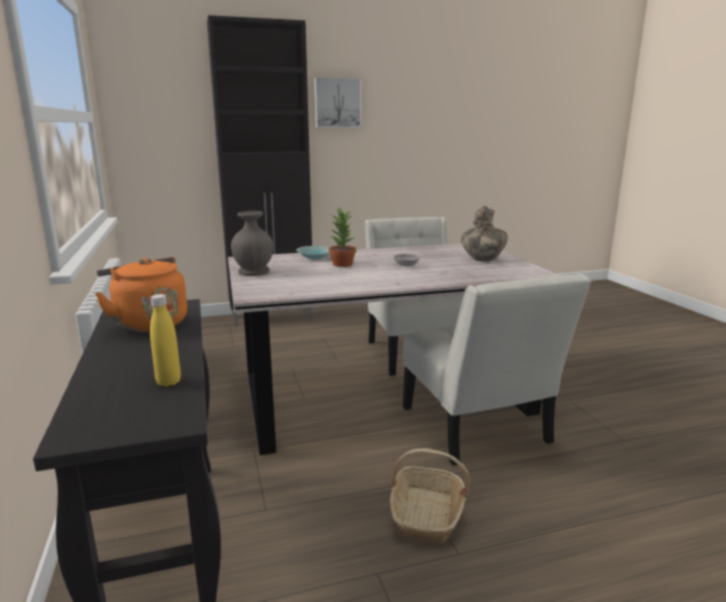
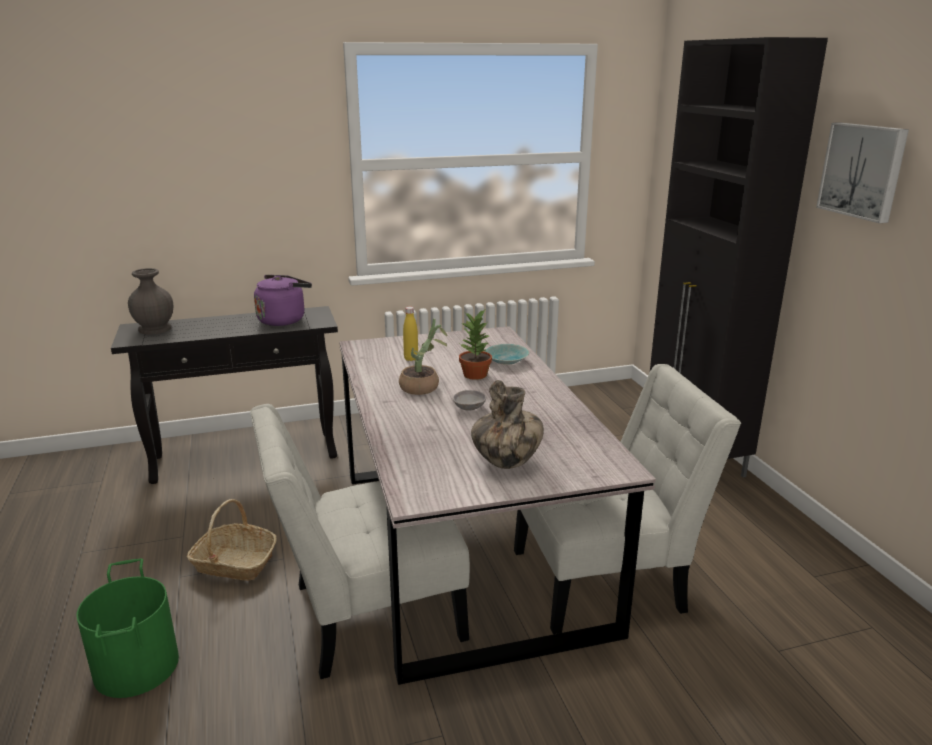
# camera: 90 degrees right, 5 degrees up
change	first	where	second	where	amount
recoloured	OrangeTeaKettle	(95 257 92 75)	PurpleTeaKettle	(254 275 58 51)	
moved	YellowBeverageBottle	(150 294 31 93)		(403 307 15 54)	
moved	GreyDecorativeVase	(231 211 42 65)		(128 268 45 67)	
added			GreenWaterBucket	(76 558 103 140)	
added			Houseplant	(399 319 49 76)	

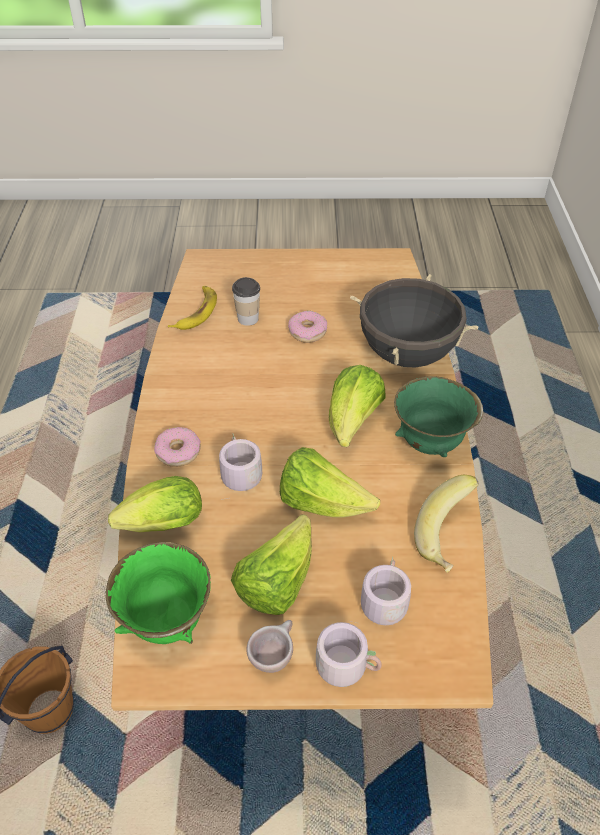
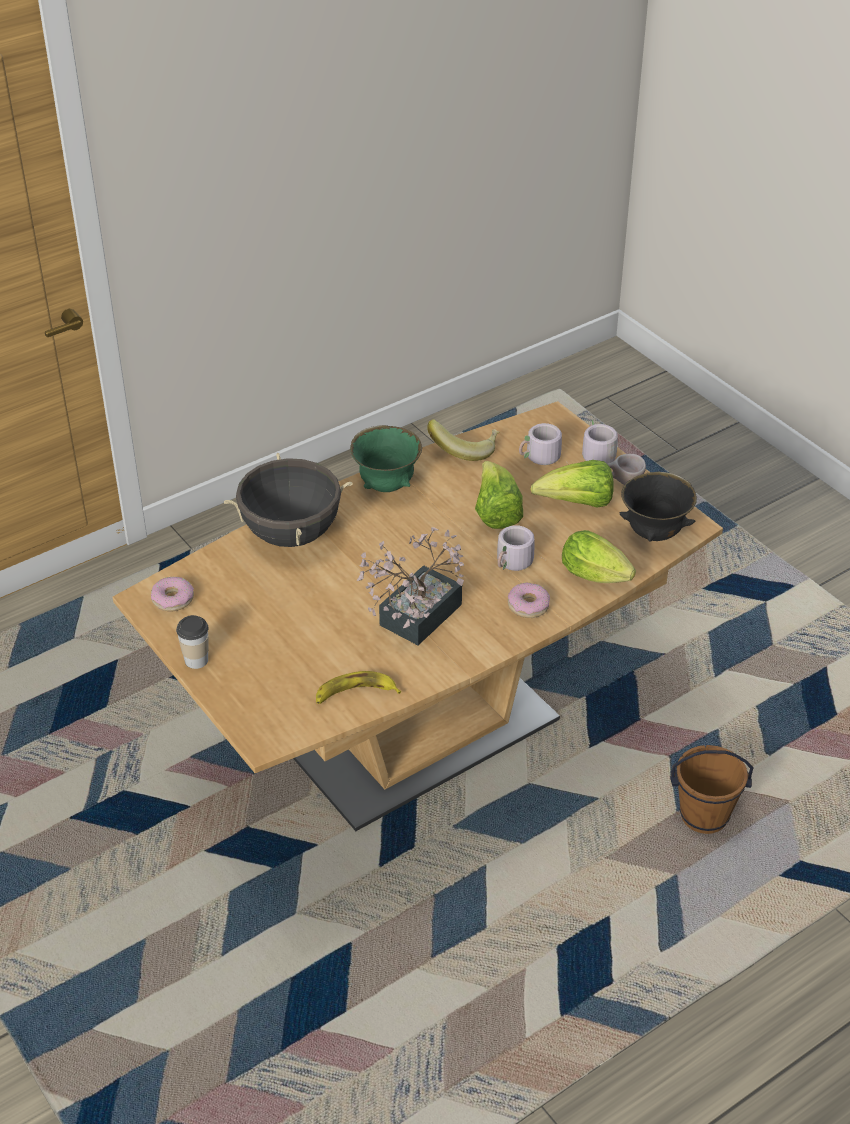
# camera: 125 degrees left, 5 degrees down
change	first	where	second	where	amount
recoloured	GreenDeepDish	(105 542 106 102)	BlackishDeepDish	(620 472 77 70)	
moved	DrinkingCup	(232 277 28 49)		(176 615 32 54)	
moved	Donut	(288 311 39 32)		(151 576 43 35)	
removed	HeadOfLettuce	(329 365 57 82)			
added			Houseplant	(357 527 107 118)	

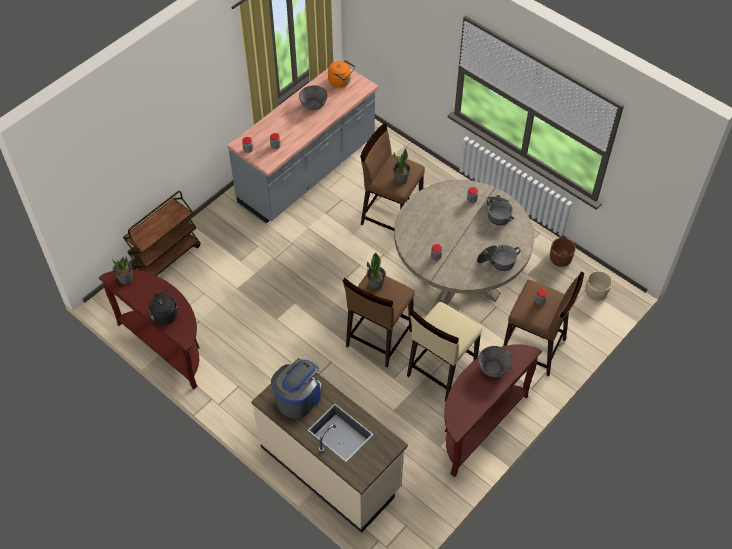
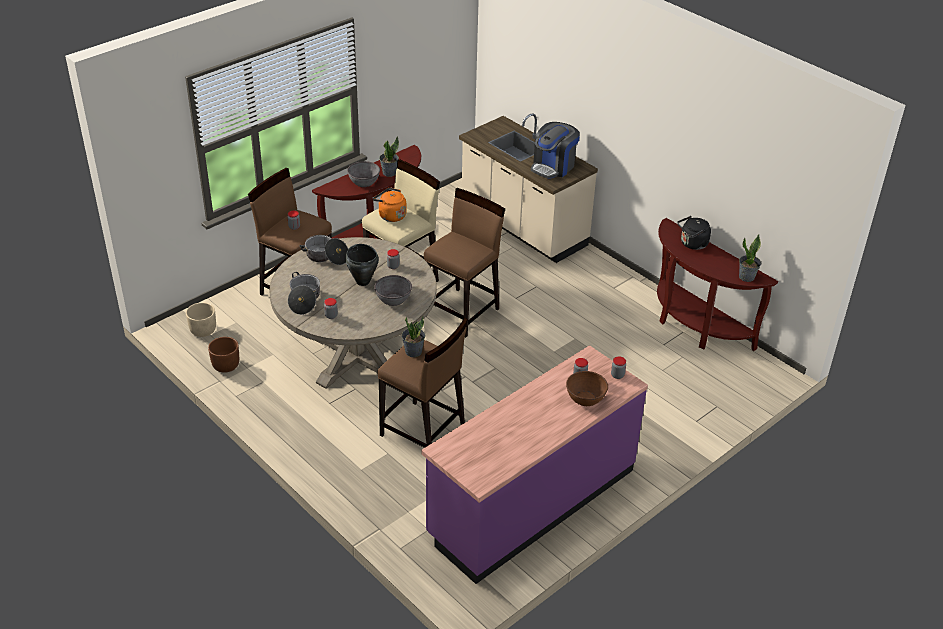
# camera: 175 degrees left, 15 degrees down
change	first	where	second	where	amount
removed	BrownColouredCart	(123 191 78 85)			
recoloured	GreyCounter	(227 68 151 155)	PurpleCounter	(421 345 227 239)	
moved	GreyDeepDish	(299 85 29 25)		(374 275 38 31)	
moved	OrangeTeaKettle	(328 60 27 28)		(373 187 34 35)	
moved	Houseplant	(367 253 19 37)		(379 137 20 40)	
added			BlackishSaucepot	(345 244 34 42)	
added			BrownColouredDeepDish	(566 371 42 35)	

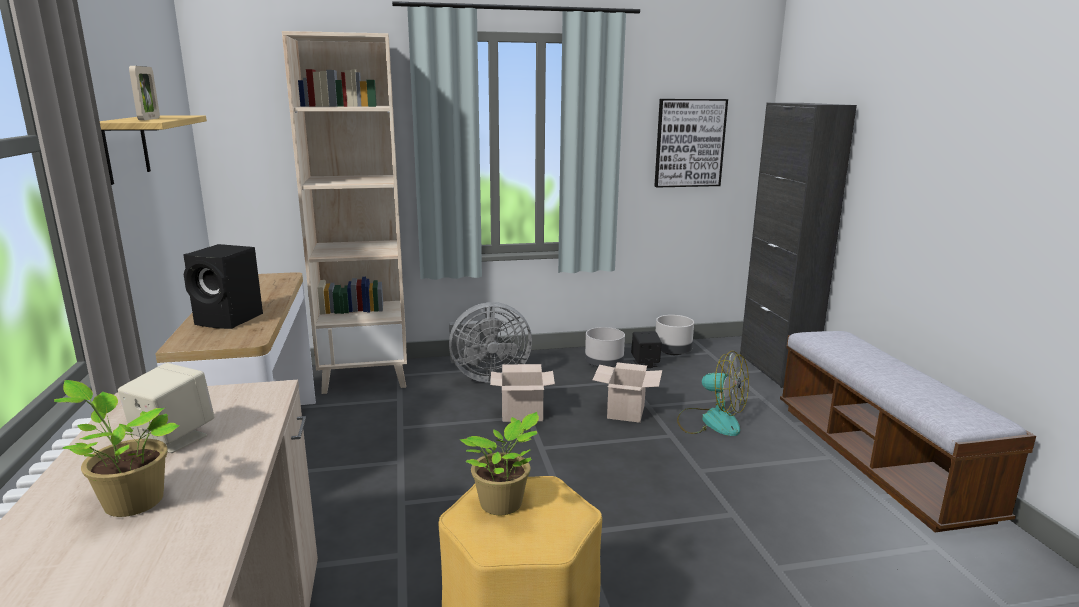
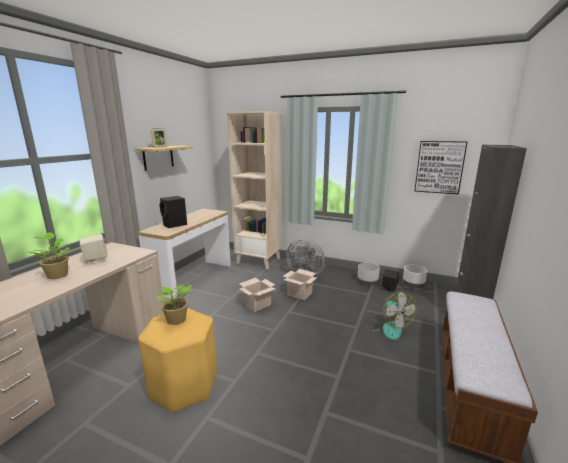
# camera: 35 degrees right, 0 degrees up
change	first	where	second	where	amount
moved	Carton	(593 362 69 61)		(239 278 36 34)	

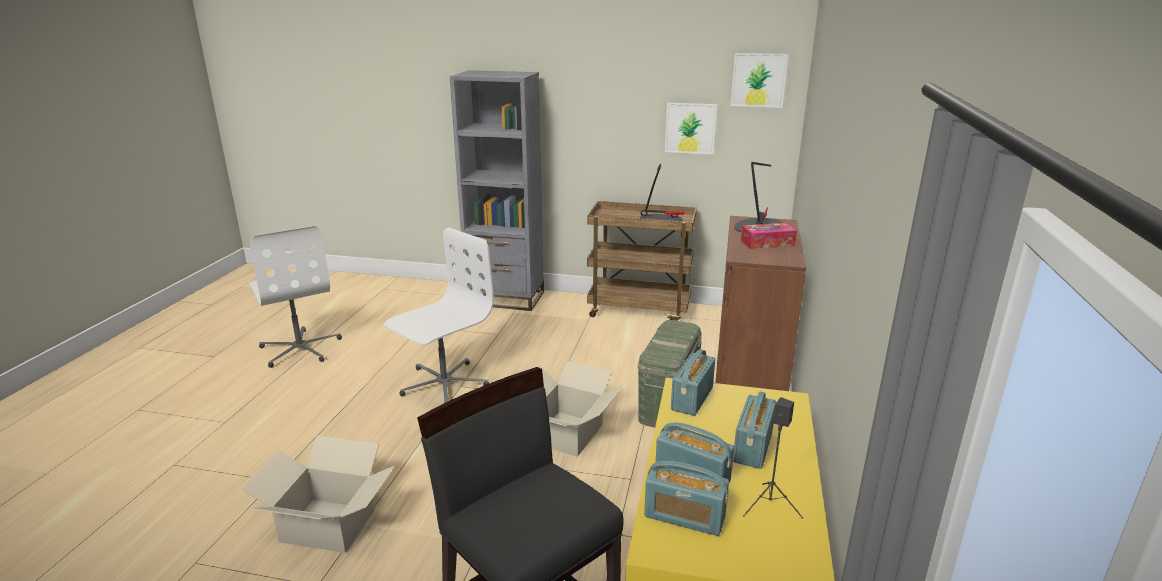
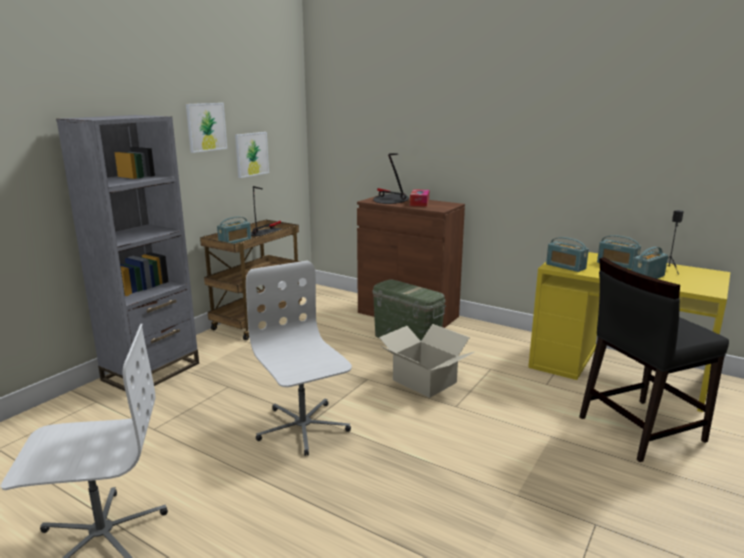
# camera: 70 degrees left, 5 degrees down
change	first	where	second	where	amount
removed	Carton	(241 435 154 118)			
moved	RadioReceiver	(644 461 85 75)		(217 216 34 28)	
moved	WallArt	(731 53 57 55)		(186 103 41 50)	

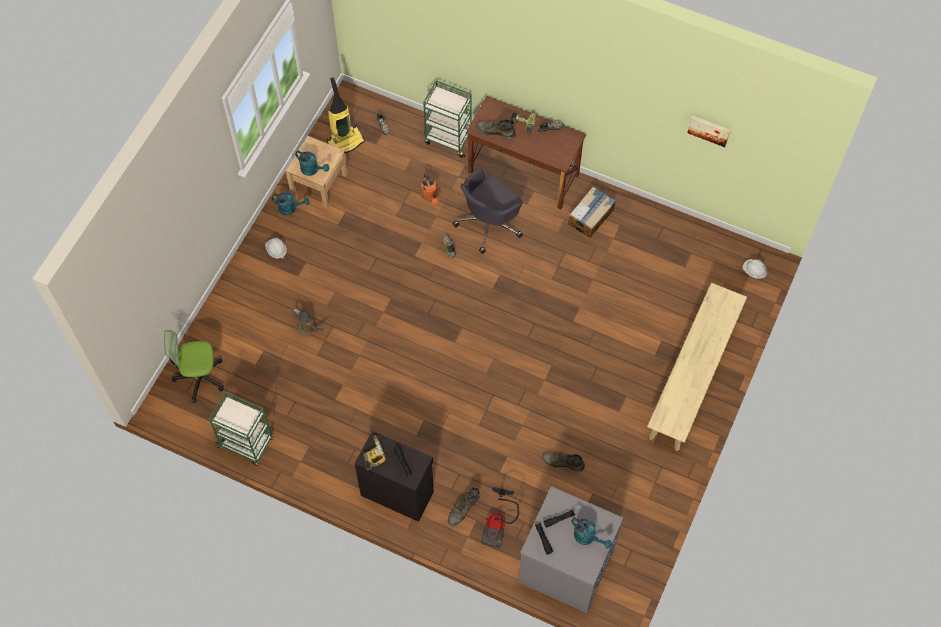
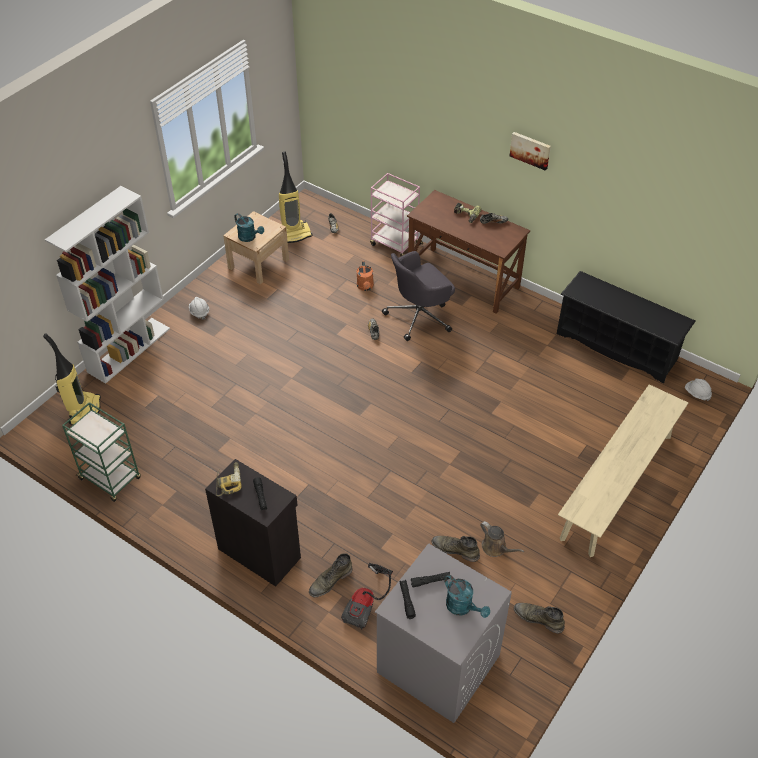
# camera: 10 degrees right, 15 degrees down
change	first	where	second	where	amount
replaced	OfficeChair	(164 330 60 73)	Vacuum	(43 333 58 92)	
removed	TurquoiseWateringCan	(272 192 38 23)			
moved	BrownColouredWateringCan	(292 308 35 27)		(480 521 44 36)	
recoloured	GreenCart	(423 80 49 78)	PinkColouredCart	(370 173 53 83)	
moved	GreenBoot	(476 119 40 21)		(514 603 51 30)	
removed	Carton	(568 186 48 52)			
moved	WallArt	(688 115 42 32)		(510 132 41 39)	
added			WhiteBookcase	(45 186 125 198)	
added			BlackishShoeRack	(557 271 139 112)	

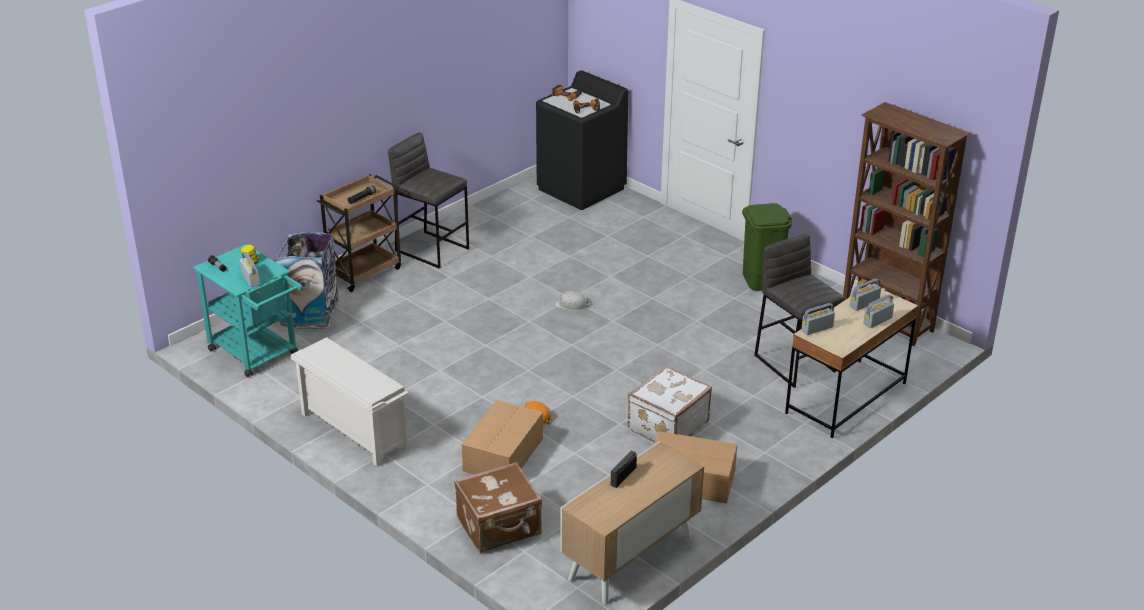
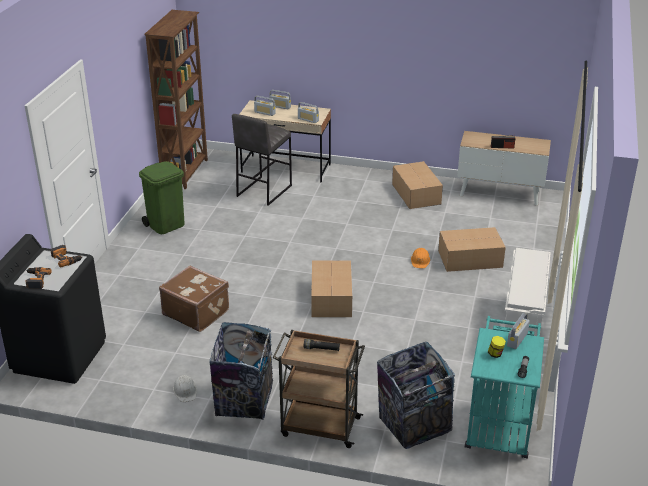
# camera: 120 degrees left, 0 degrees up
change	first	where	second	where	amount
replaced	GreyStoolSeat	(388 133 81 136)	WasteBin	(209 322 64 98)	
moved	BrownColouredPieceOfLuggage	(454 462 88 91)		(159 266 70 66)	
moved	WhiteSafetyHelmet	(555 291 34 20)		(173 375 24 27)	
removed	WhitePieceOfLuggage	(628 365 84 77)			
added			Carton	(311 261 41 56)	

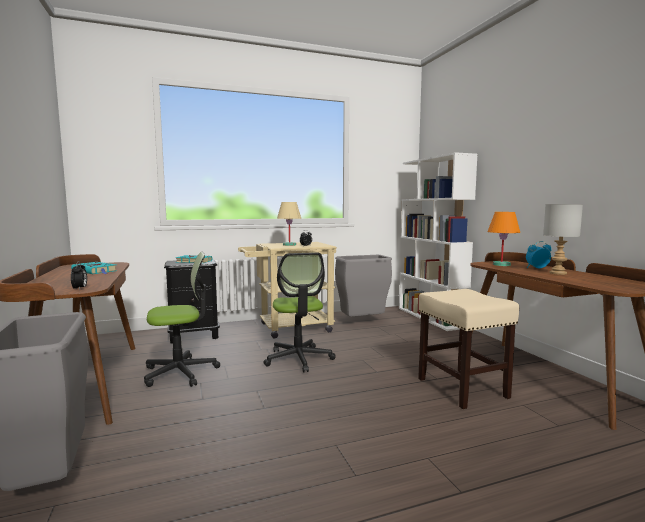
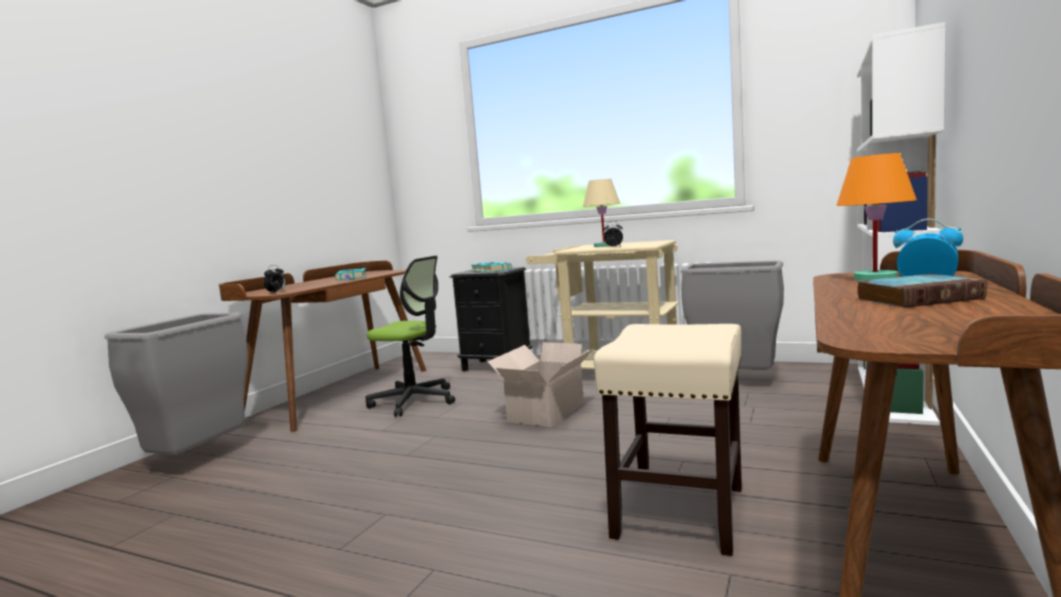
# camera: 45 degrees right, 0 degrees up
change	first	where	second	where	amount
replaced	OfficeChair	(263 252 73 120)	Carton	(488 342 106 85)	
replaced	GreyLampForATable	(543 204 40 71)	BoundBook	(856 274 131 34)	

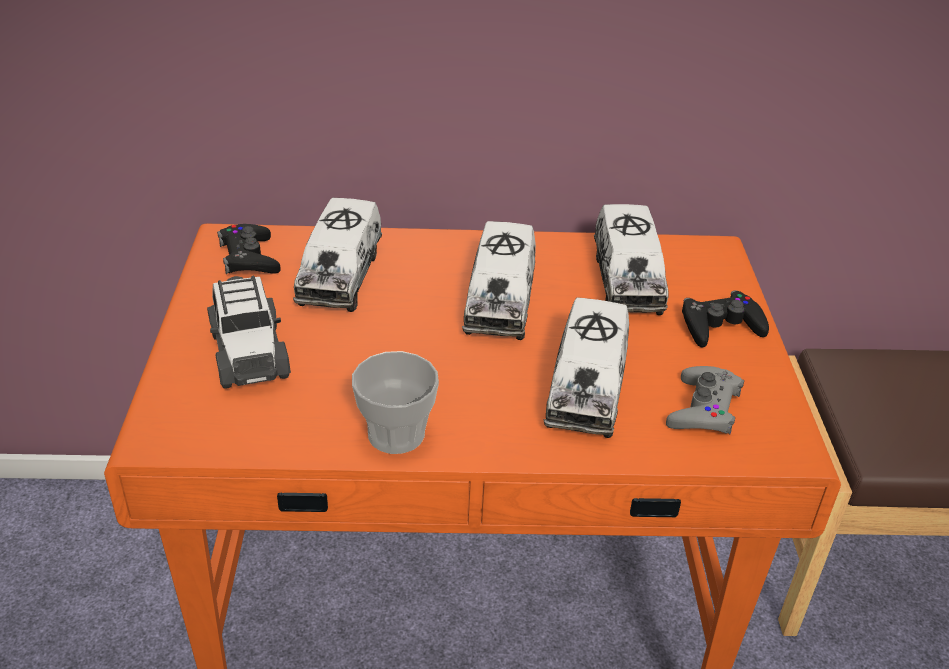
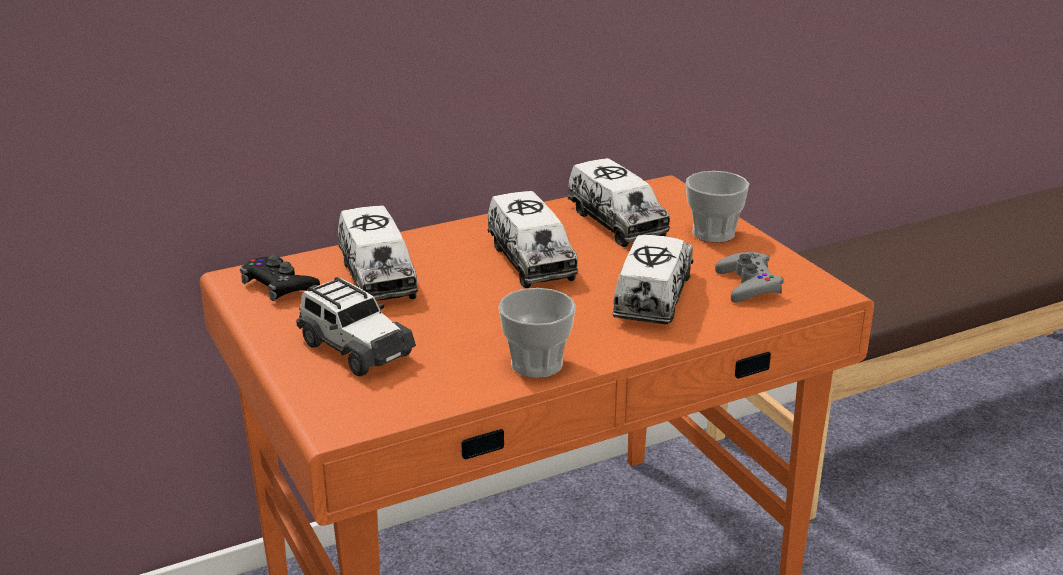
# camera: 25 degrees left, 10 degrees down
change	first	where	second	where	amount
turned	ToyTruck	(543 297 86 141)		(612 235 82 89)	150 degrees counterclockwise
replaced	BlackishJoypad	(682 290 87 57)	DrinkingCup	(686 171 63 72)	

